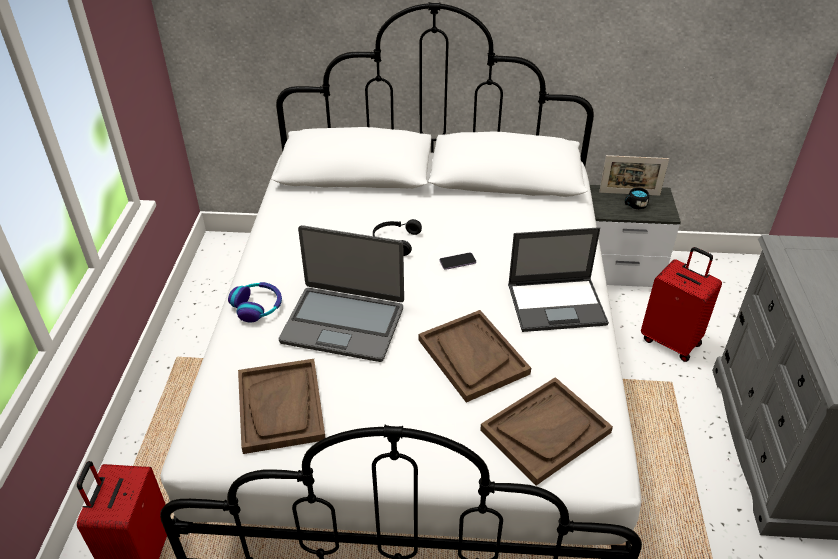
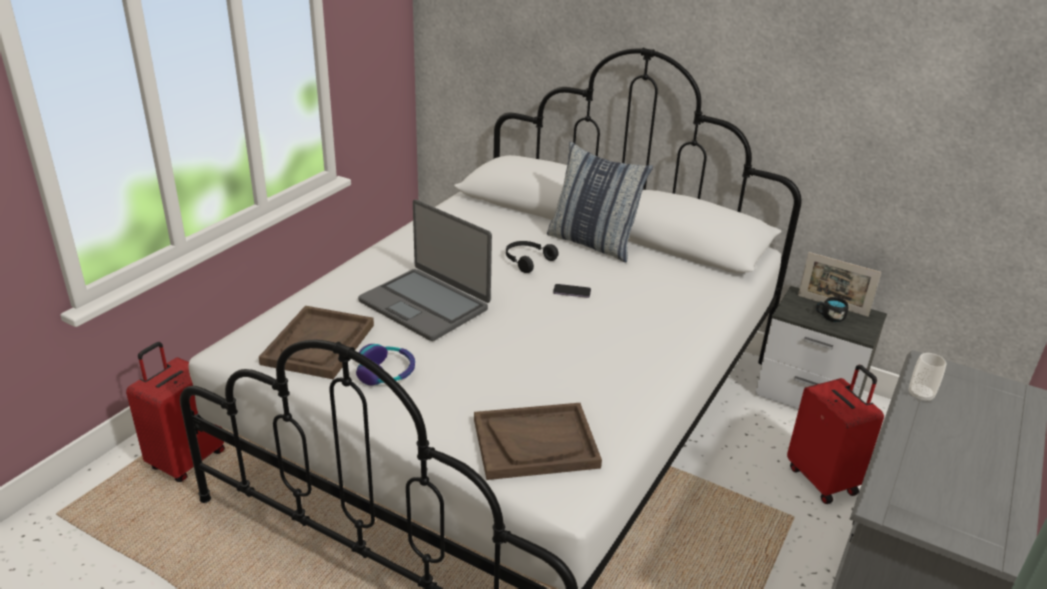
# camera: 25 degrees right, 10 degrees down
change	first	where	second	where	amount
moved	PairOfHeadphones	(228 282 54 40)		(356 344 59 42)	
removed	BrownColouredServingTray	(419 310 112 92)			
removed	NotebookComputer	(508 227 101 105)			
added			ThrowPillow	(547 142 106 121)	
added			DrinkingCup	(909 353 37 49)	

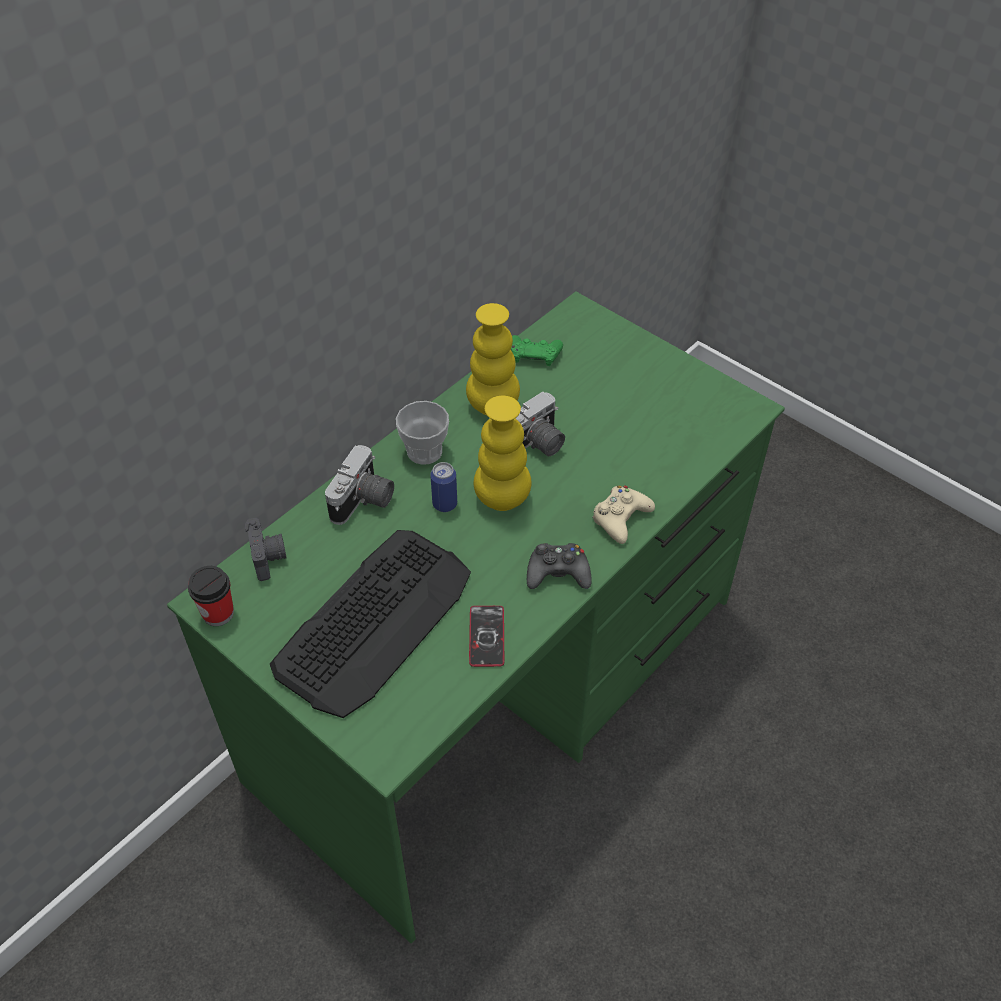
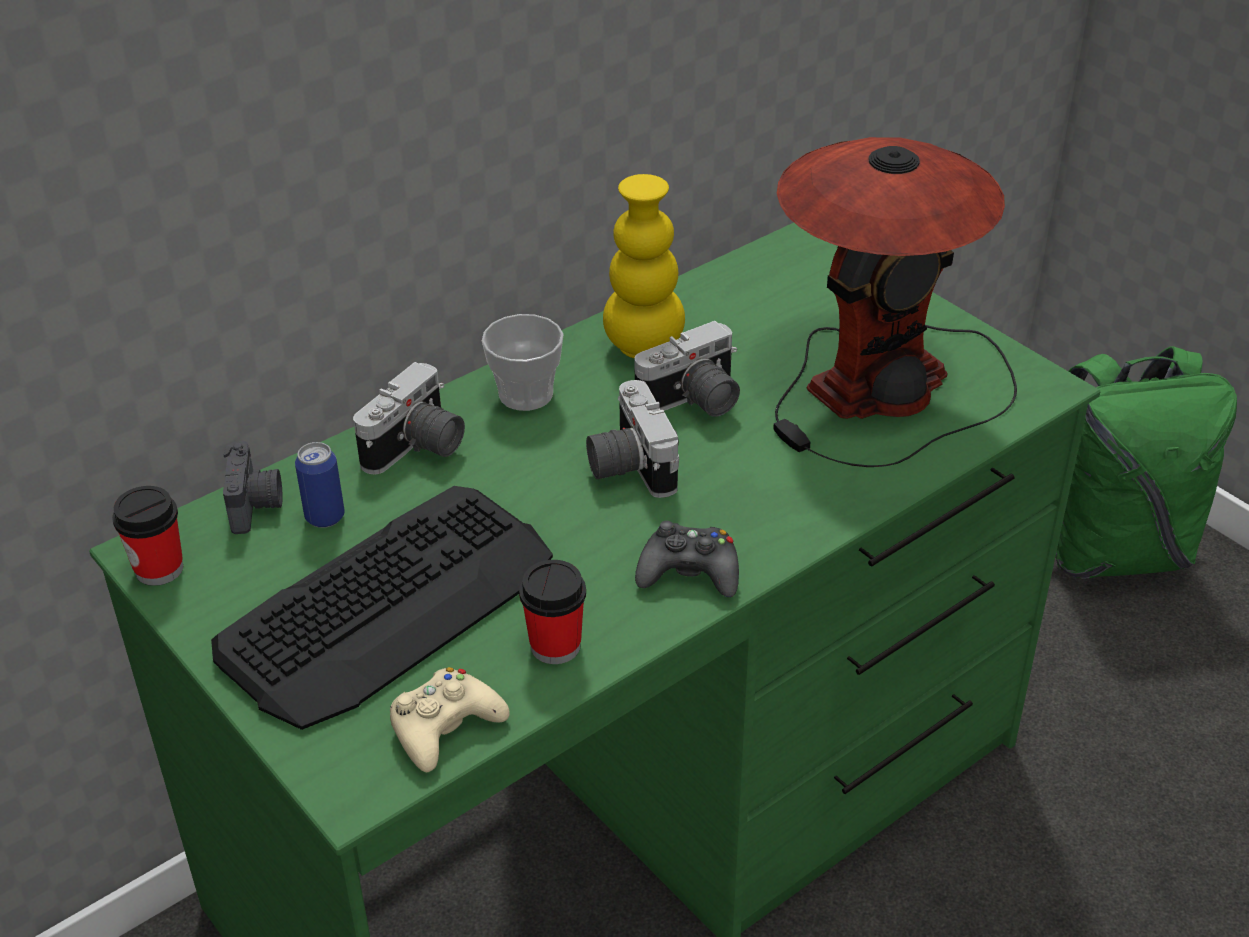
# camera: 10 degrees right, 10 degrees down
change	first	where	second	where	amount
moved	MetalCan	(430 462 27 50)		(295 442 50 86)	
replaced	Phone	(469 606 35 61)	DrinkingCup	(519 560 67 104)	
replaced	YellowDecorativeVase	(474 396 57 115)	StillCamera	(586 380 93 118)	
removed	GreenJoypad	(510 335 53 31)			
moved	SandColouredJoypad	(592 486 63 58)		(390 667 120 105)	
added			LampForATable	(773 137 244 330)	
added			GreenBackpack	(1056 346 181 233)	

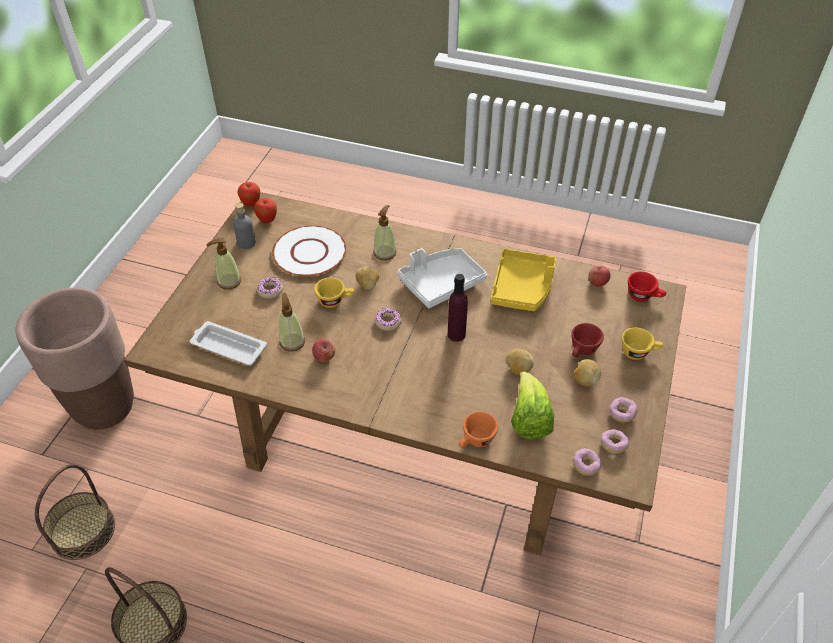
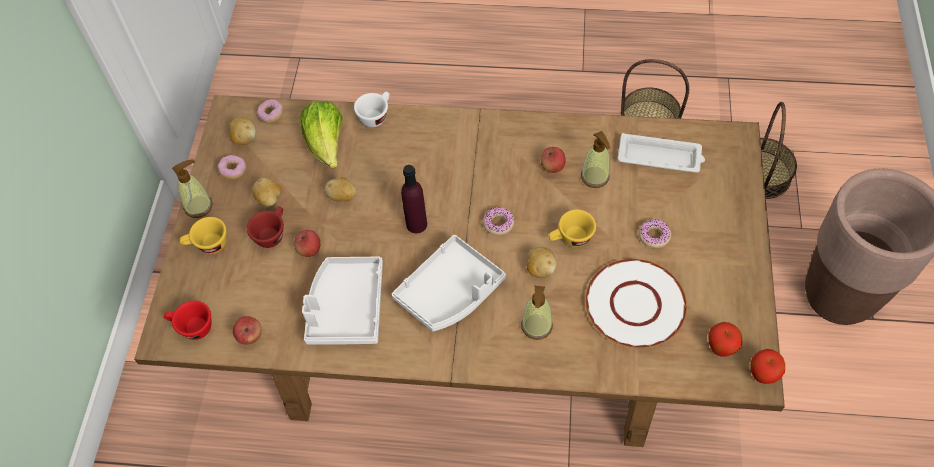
# camera: 170 degrees right, 10 degrees up
change	first	where	second	where	amount
moved	SoapDispenser	(206 238 35 52)		(172 159 41 59)	
removed	GreyBeverageBottle	(233 203 23 46)			
recoloured	OrangeDrinkingCup	(459 411 39 37)	WhiteDrinkingCup	(354 92 36 35)	
recoloured	YellowServingTray	(490 249 66 62)	WhiteServingTray	(302 257 81 88)	
replaced	Donut	(600 429 29 25)	Spud	(229 117 27 28)	
added			Apple	(294 230 26 27)	

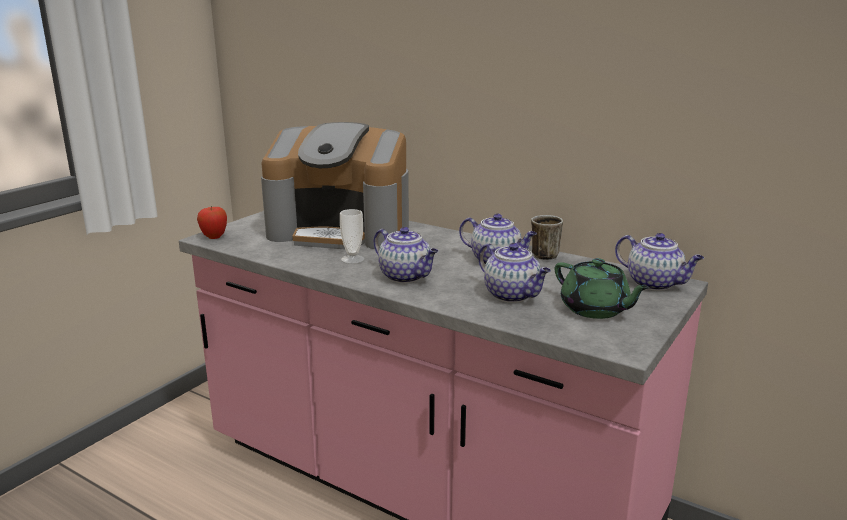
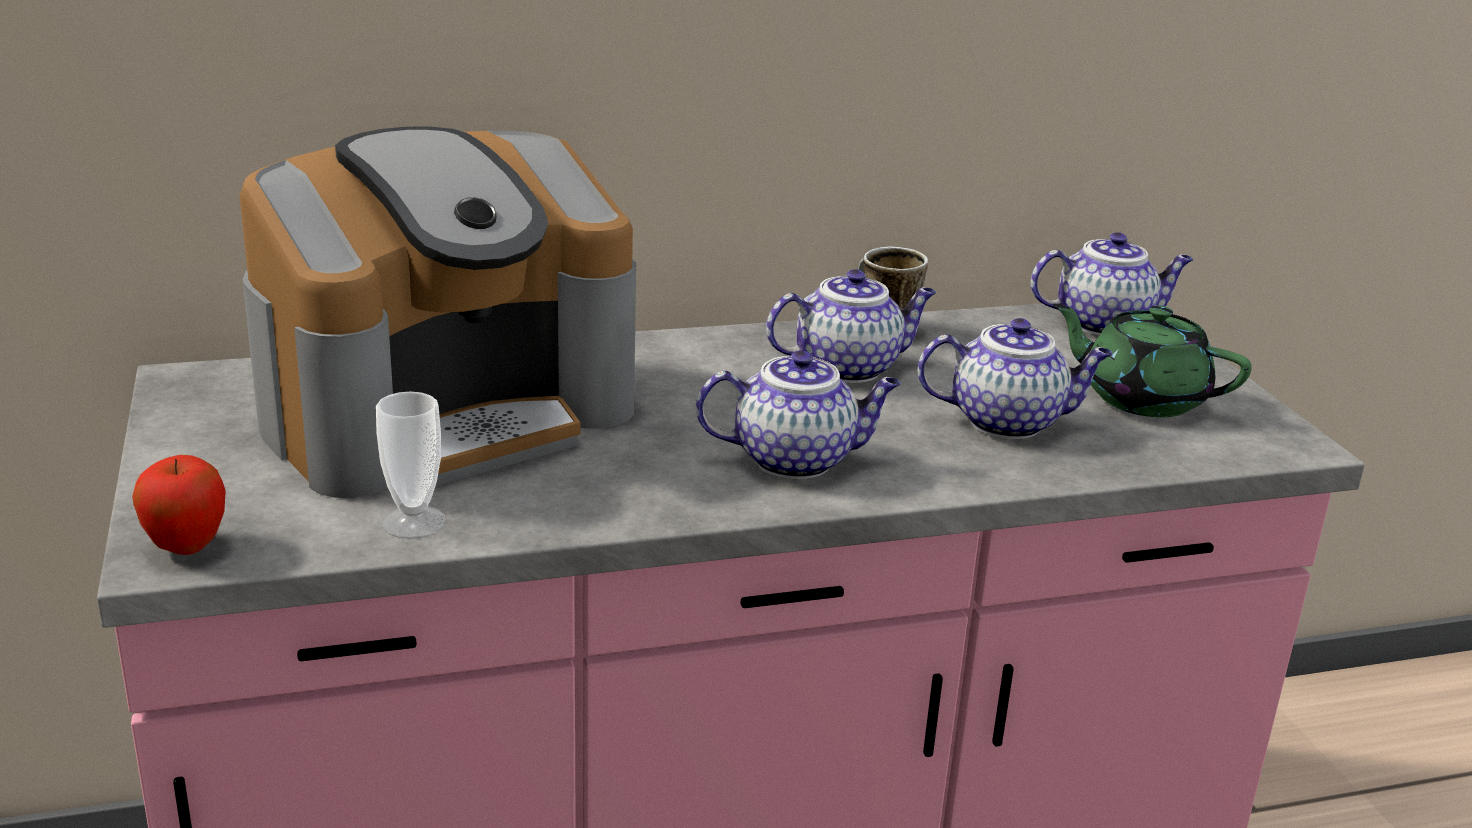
# camera: 50 degrees left, 5 degrees up
change	first	where	second	where	amount
moved	DrinkingCup	(340 209 25 55)		(376 391 70 148)	
turned	GreenPotForTea	(555 258 95 61)		(1053 304 199 113)	150 degrees counterclockwise

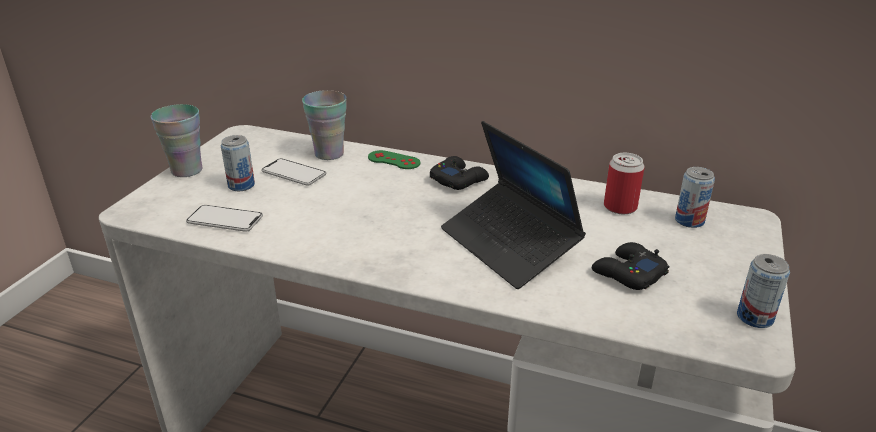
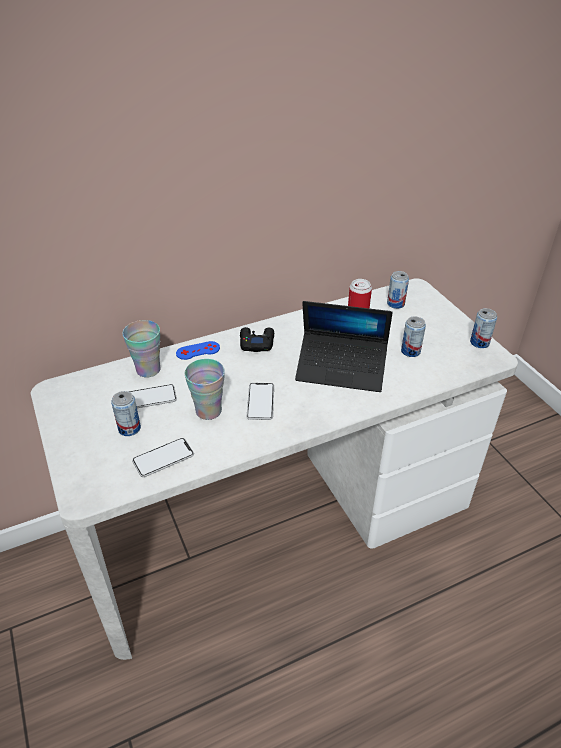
# camera: 45 degrees left, 10 degrees up
change	first	where	second	where	amount
moved	DrinkingCup	(151 104 52 73)		(185 359 40 61)	
recoloured	GreenJoypad	(368 150 52 19)	BluishJoypad	(176 341 44 19)	
replaced	BlackishJoypad	(592 242 77 48)	MetalCan	(401 317 25 40)	
added			Phone	(247 383 27 37)	

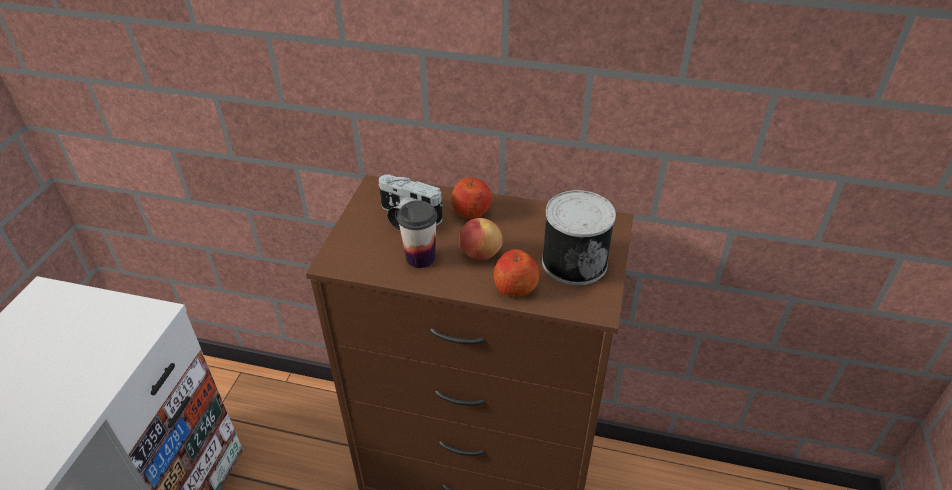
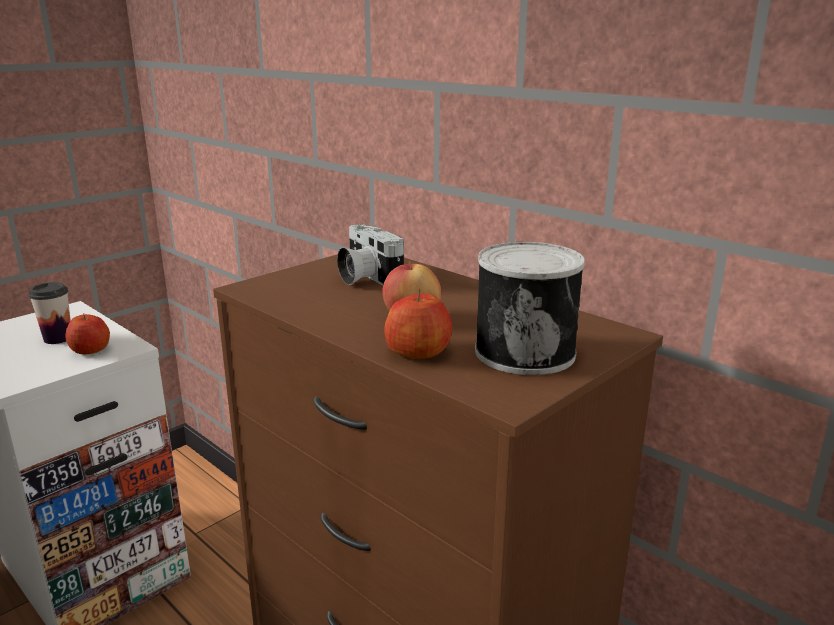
# camera: 30 degrees right, 20 degrees down
change	first	where	second	where	amount
moved	DrinkingCup	(397 200 41 68)		(29 282 42 62)	
moved	Apple	(451 178 41 40)		(65 313 45 41)	

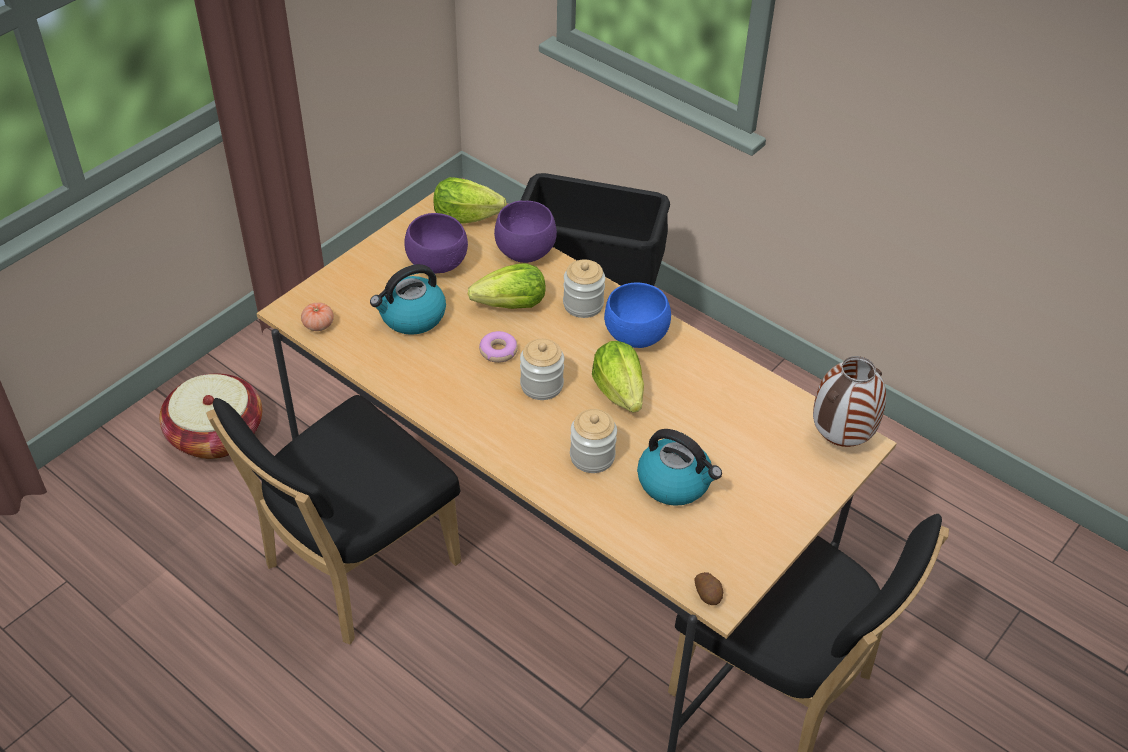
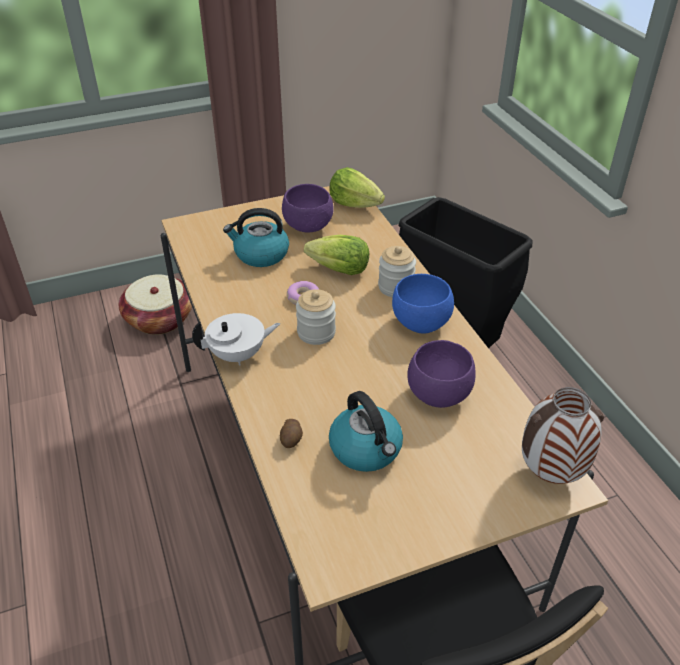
# camera: 30 degrees right, 5 degrees down
change	first	where	second	where	amount
removed	BlackishPlainChair	(206 395 255 250)			
removed	WholeTomato	(301 302 33 29)			
moved	PurpleDeepDish	(494 201 63 62)		(407 340 69 68)	
removed	Jar	(570 409 47 64)			
removed	HeadOfLettuce	(592 341 52 72)			
moved	Spud	(694 572 29 33)		(280 419 23 29)	
added			WhitePotForTea	(192 313 88 53)	

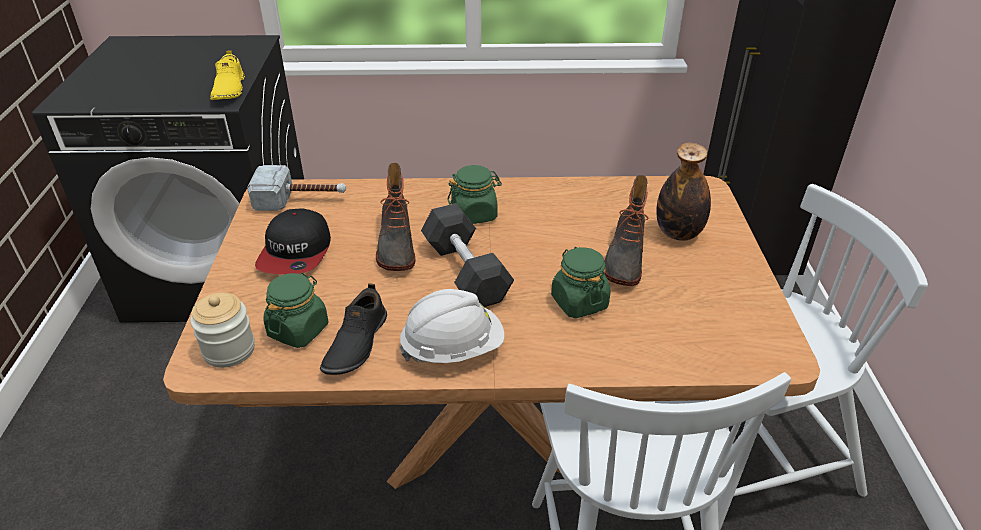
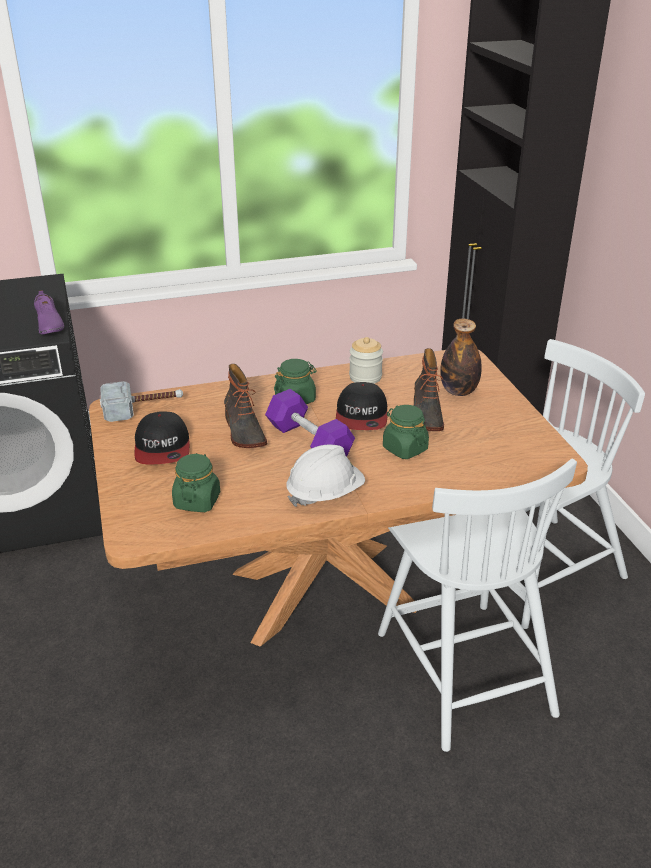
# camera: 15 degrees left, 5 degrees down
change	first	where	second	where	amount
moved	Jar	(190 293 65 75)		(349 337 34 47)	
recoloured	YellowLowShoe	(210 50 35 50)	PurpleLowShoe	(34 290 30 45)	
removed	BlackishLowShoe	(320 283 67 92)			
recoloured	GreyFreeWeight	(421 203 93 104)	PurpleFreeWeight	(265 389 90 68)	
added			BaseballCap	(336 382 51 48)	

